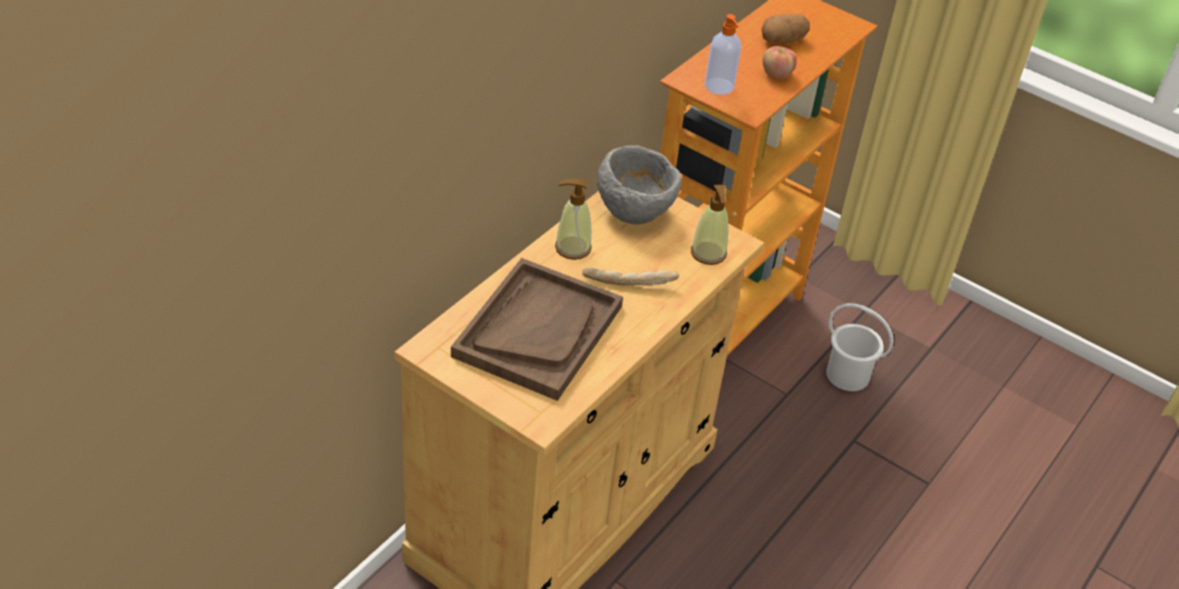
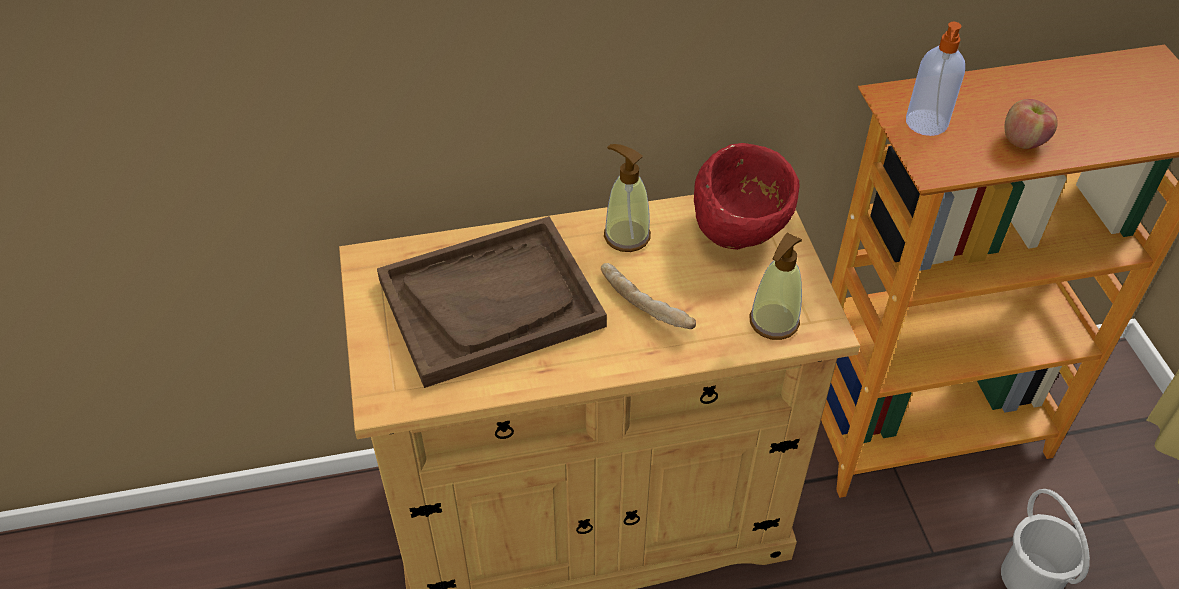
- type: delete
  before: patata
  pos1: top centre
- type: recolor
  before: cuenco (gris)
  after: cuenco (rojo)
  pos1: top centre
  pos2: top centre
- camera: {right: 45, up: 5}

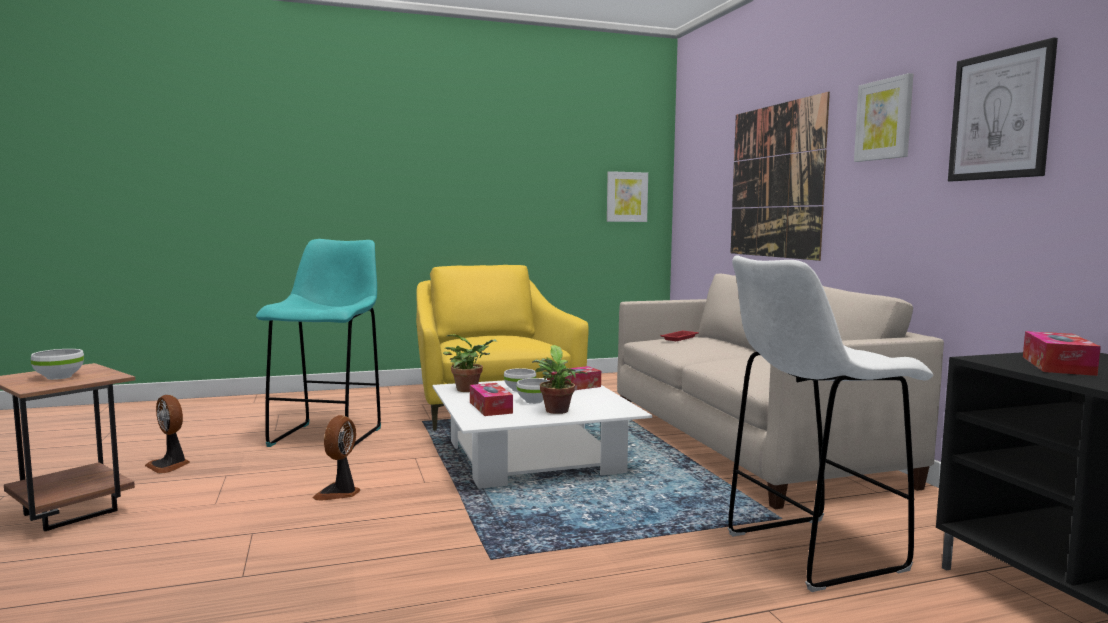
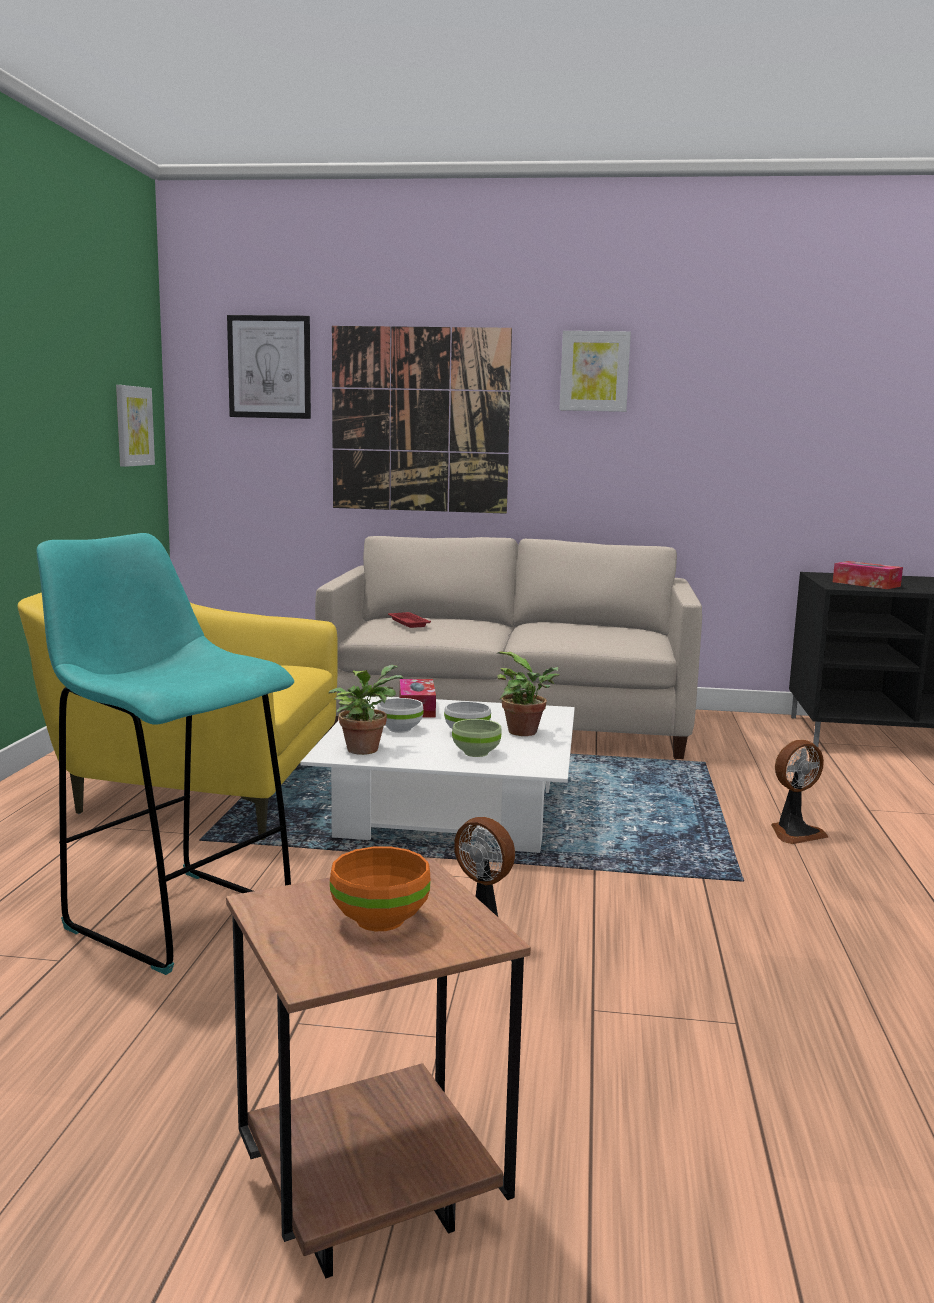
- type: delete
  before: taburete (blanco)
  pos1: bottom right
- type: move
  before: ventilador (1st from left in the first image)
  after: ventilador (2nd from left)
  pos1: bottom left
  pos2: middle right
- type: move
  before: cuadro (4th from left in the first image)
  after: cuadro (2nd from left)
  pos1: top right
  pos2: top left
- type: replace
  before: caja de pañuelos (1st from left)
  after: cuenco (verde)
  pos1: centre
  pos2: centre
- type: recolor
  before: cuenco (blanco) (1st from left)
  after: cuenco (naranja)
  pos1: middle left
  pos2: bottom centre
- camera: {right: -65, up: 5}

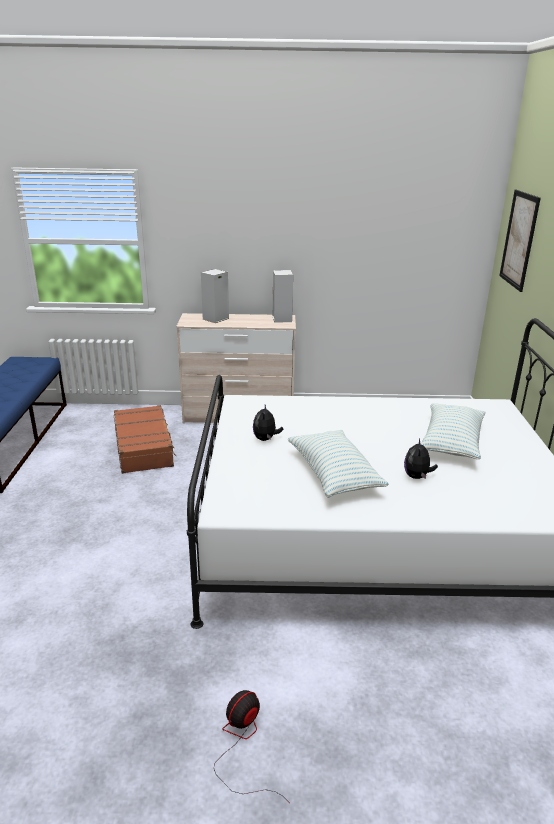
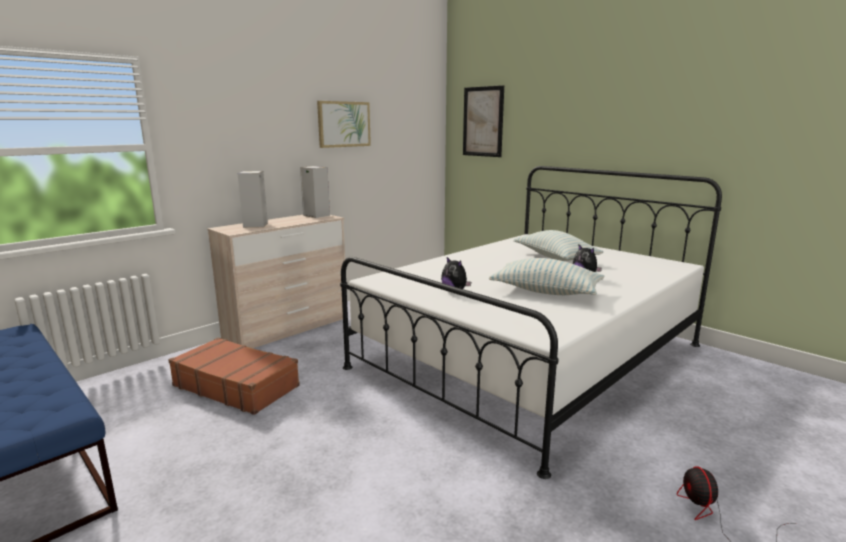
- type: insert
  after: cuadro (1st from left)
  pos2: top centre
- camera: {right: -45, up: -10}

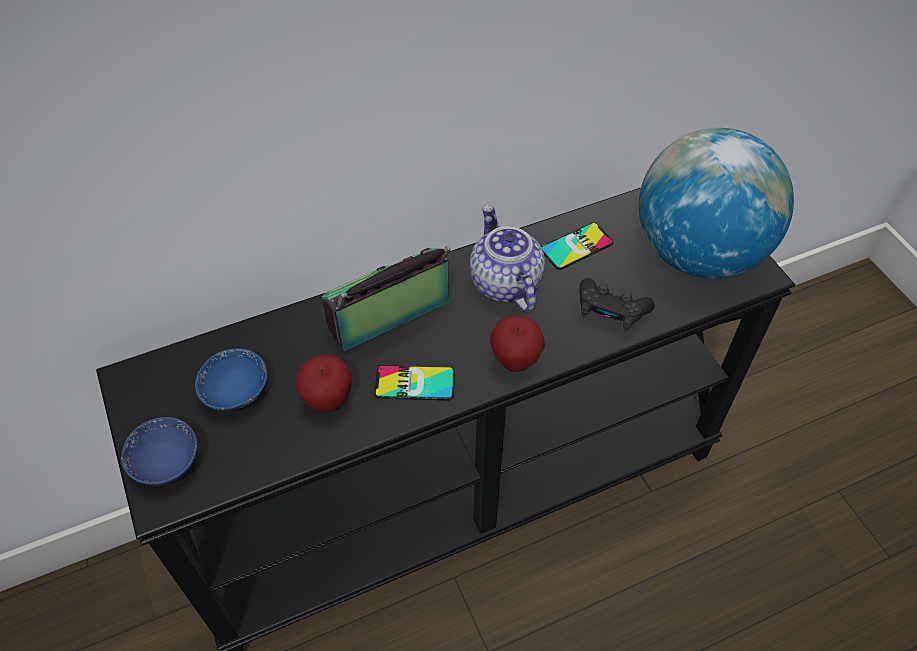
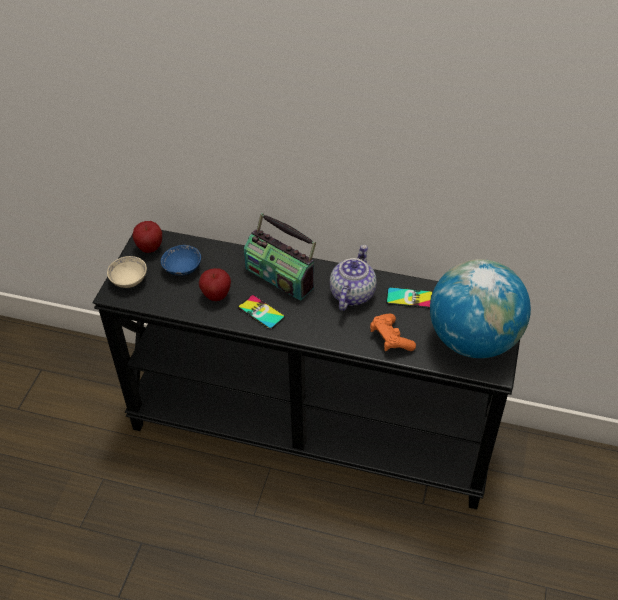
- type: move
  before: manzana (2nd from left in the first image)
  after: manzana (1st from left)
  pos1: centre
  pos2: middle left
- type: recolor
  before: cuenco (azul) (1st from left)
  after: cuenco (beis)
  pos1: bottom left
  pos2: middle left
- type: recolor
  before: mando de consola (negro)
  after: mando de consola (naranja)
  pos1: middle right
  pos2: centre
- type: rotate
  before: radio
  pos1: centre
  pos2: centre
  turn: -150
- camera: {right: 40, up: -5}

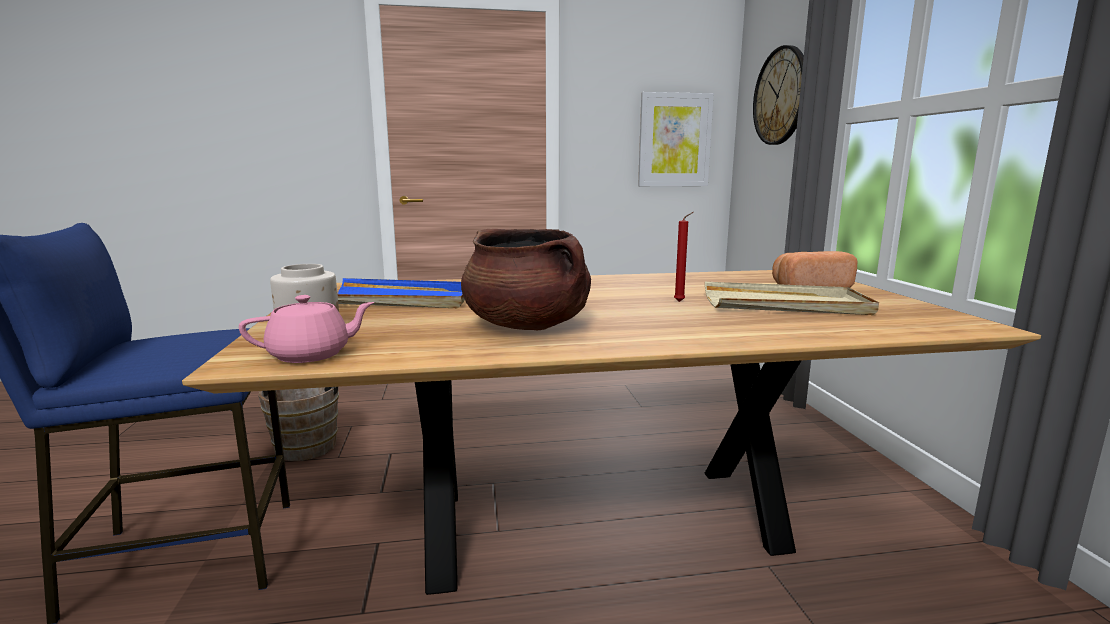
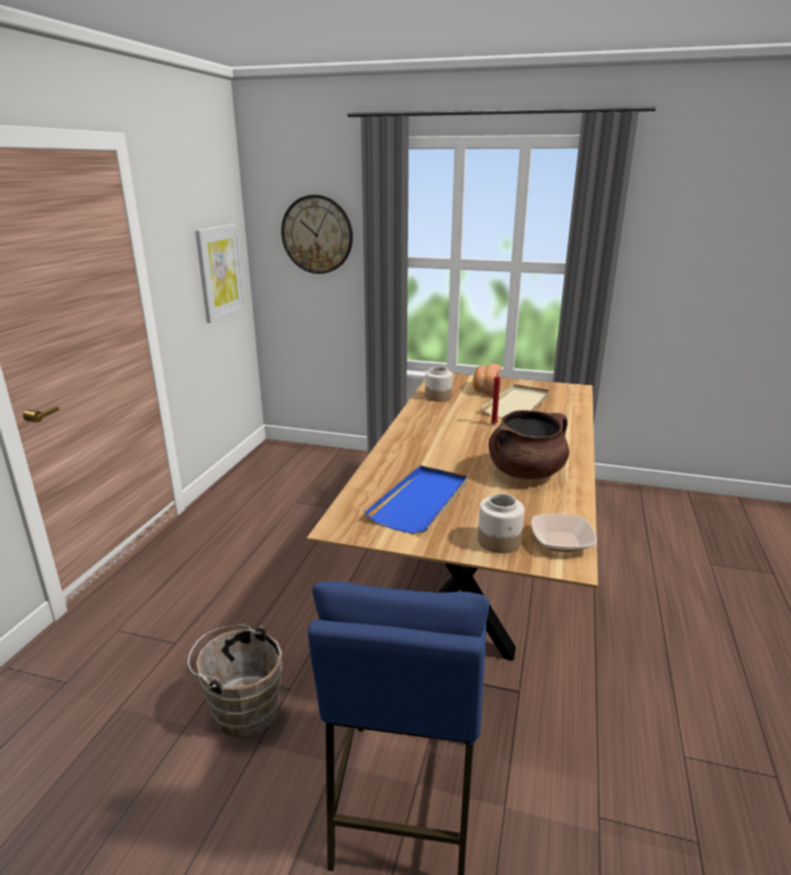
- type: insert
  after: tarro (1st from left)
  pos2: centre
- type: replace
  before: tetera (rosa)
  after: cuenco
  pos1: middle left
  pos2: middle right
- camera: {right: -65, up: 10}

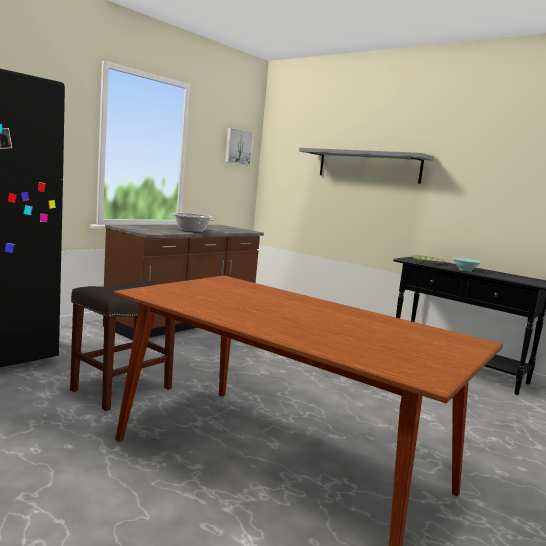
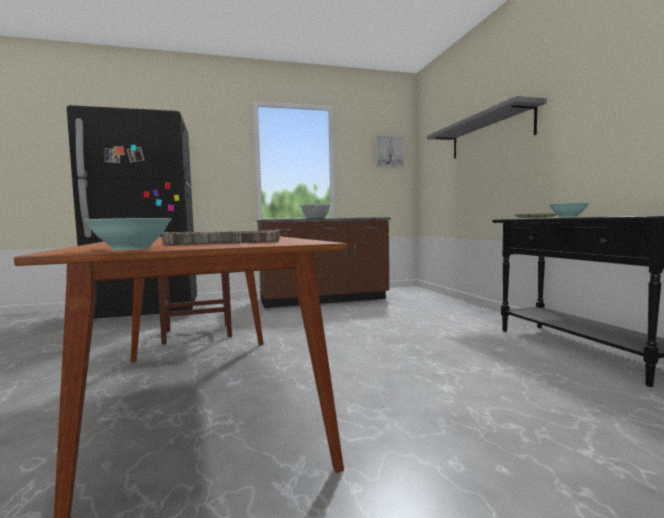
- type: insert
  after: cuenco (turquesa) (1st from left)
  pos2: middle left
- type: insert
  after: bandeja (gris)
  pos2: middle left
- camera: {right: 35, up: -5}

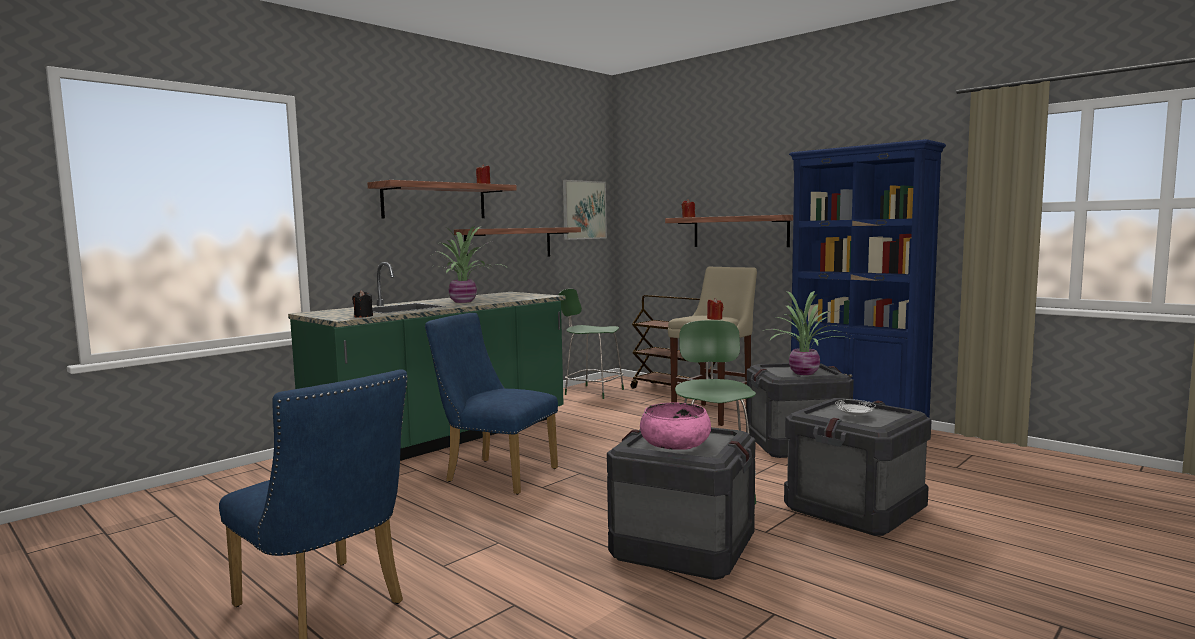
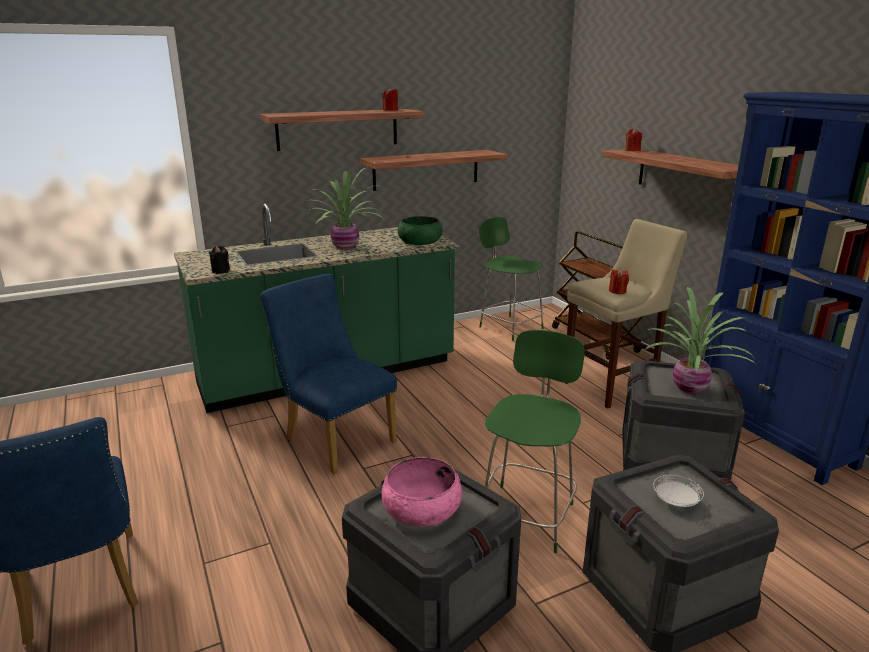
- type: delete
  before: cuadro
  pos1: top centre
- type: insert
  after: cuenco (verde)
  pos2: centre
- camera: {right: 20, up: 15}

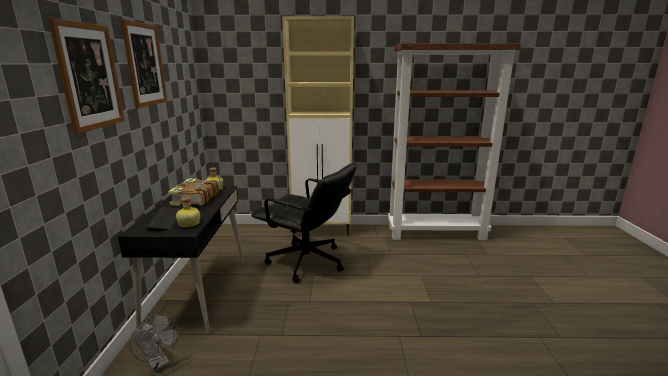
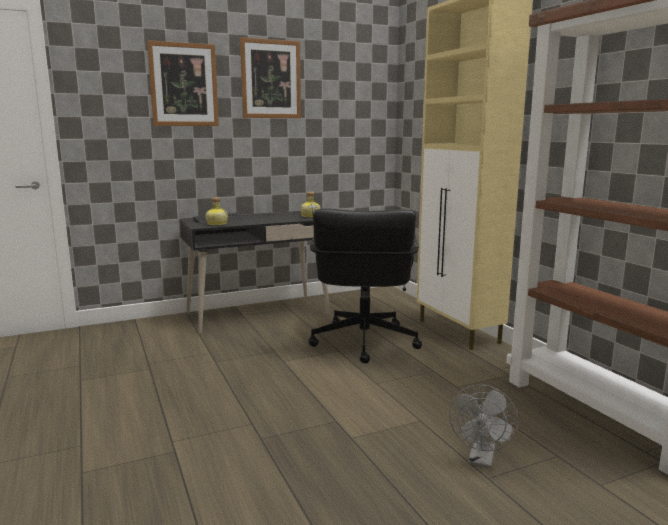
- type: delete
  before: libro
  pos1: middle left
- type: move
  before: ventilador (gris)
  pos1: bottom left
  pos2: bottom right
- camera: {right: 65, up: -5}

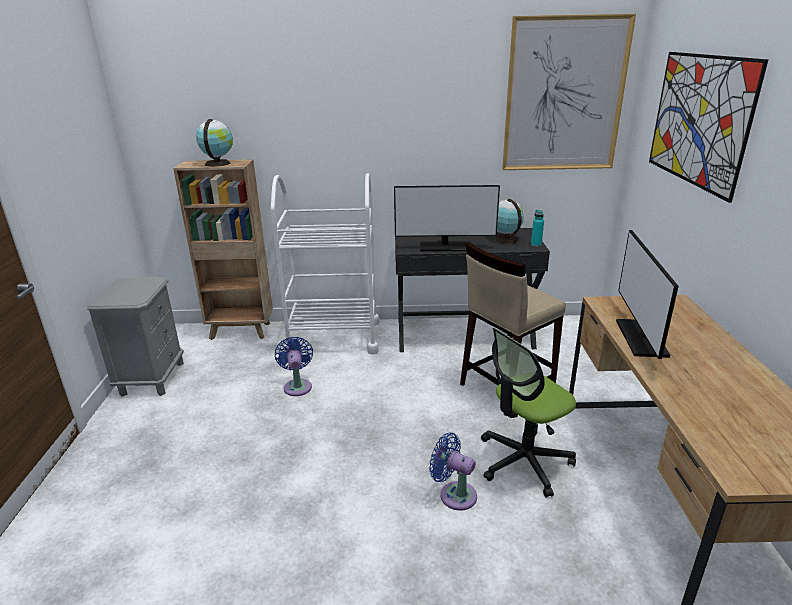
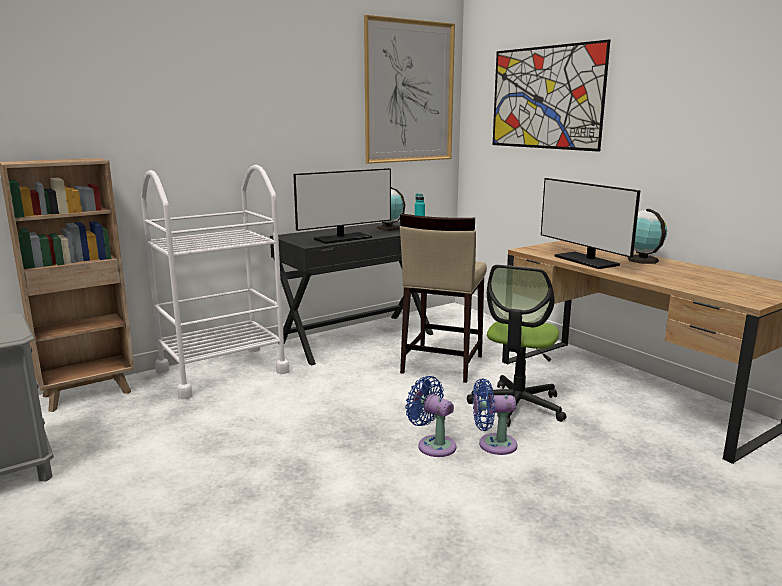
- type: move
  before: globo terráqueo (1st from left in the first image)
  after: globo terráqueo (2nd from left)
  pos1: top left
  pos2: middle right
- type: move
  before: ventilador (azul) (1st from left)
  pos1: centre
  pos2: bottom centre
- camera: {right: -35, up: -10}

